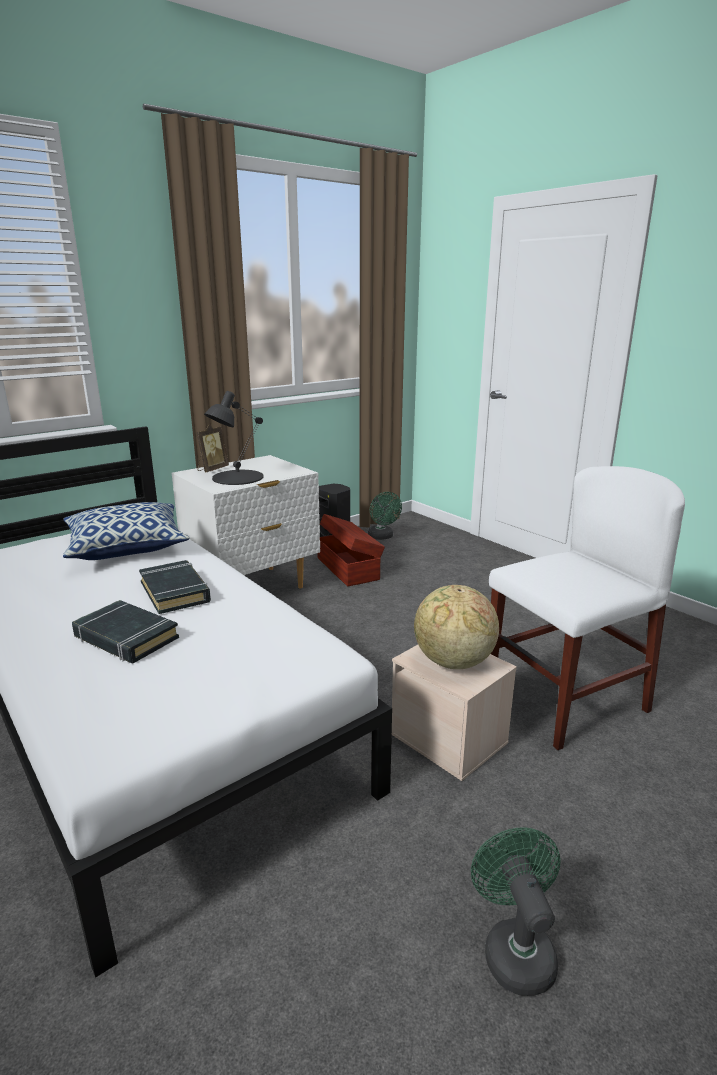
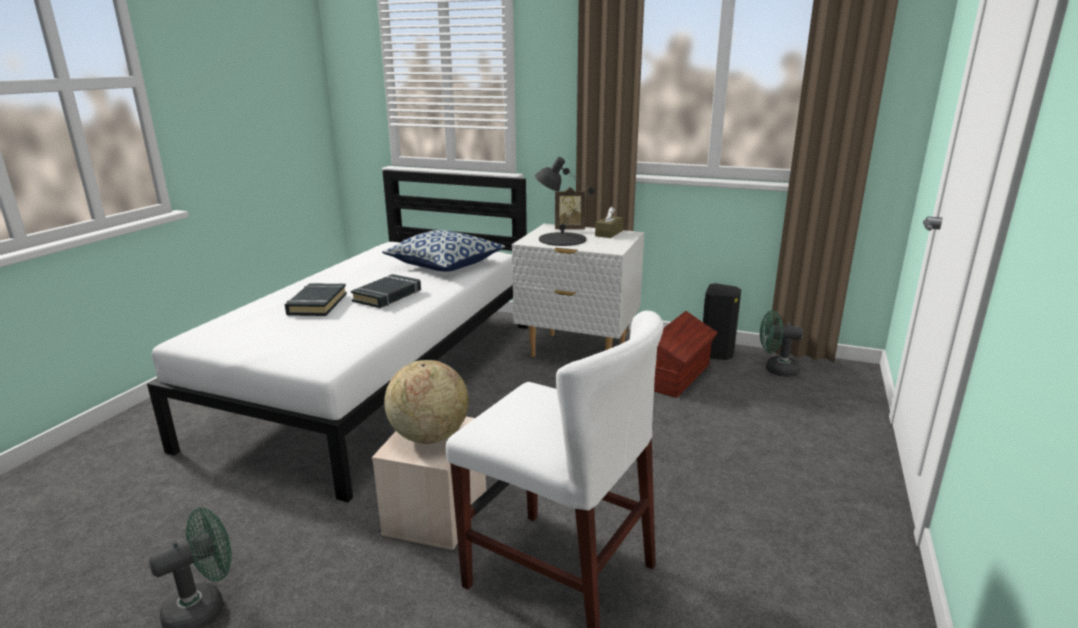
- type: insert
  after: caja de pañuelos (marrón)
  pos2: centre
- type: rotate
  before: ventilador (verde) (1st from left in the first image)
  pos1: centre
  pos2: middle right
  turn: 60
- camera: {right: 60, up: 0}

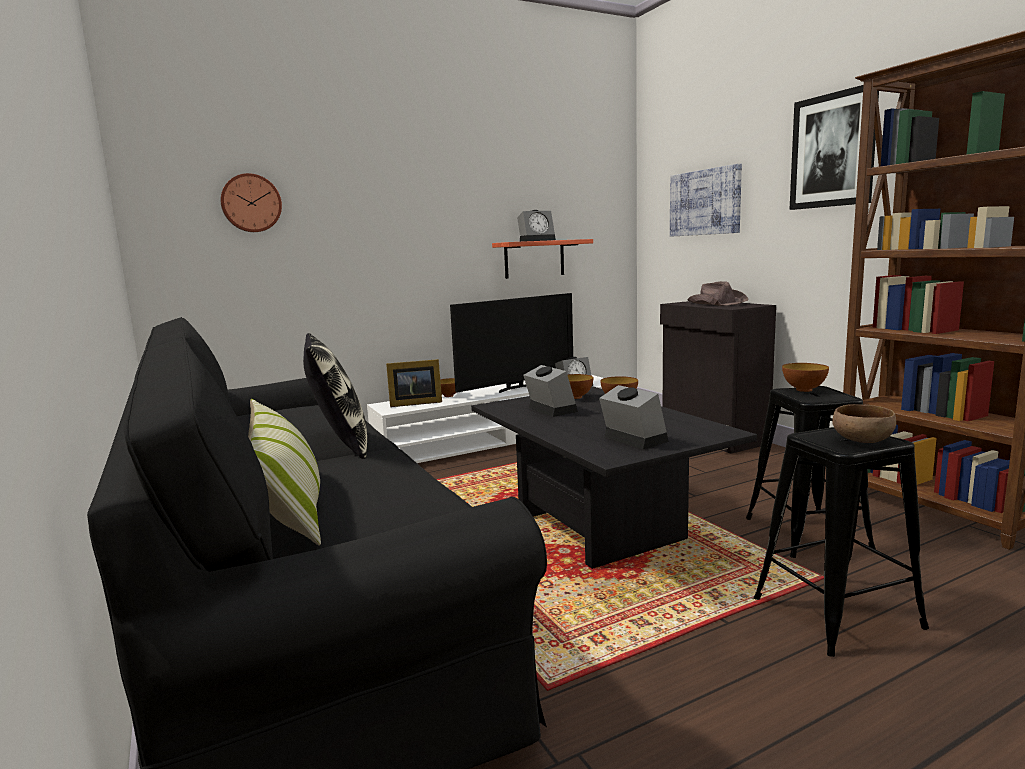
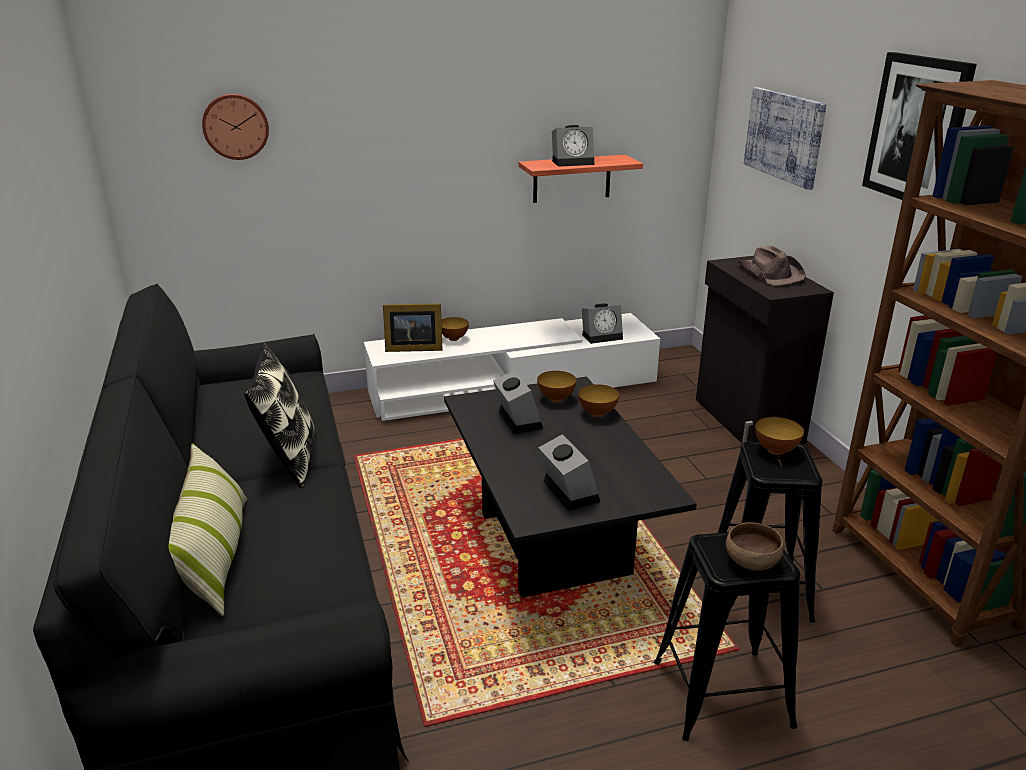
- type: delete
  before: televisor
  pos1: centre
- camera: {right: 10, up: 15}

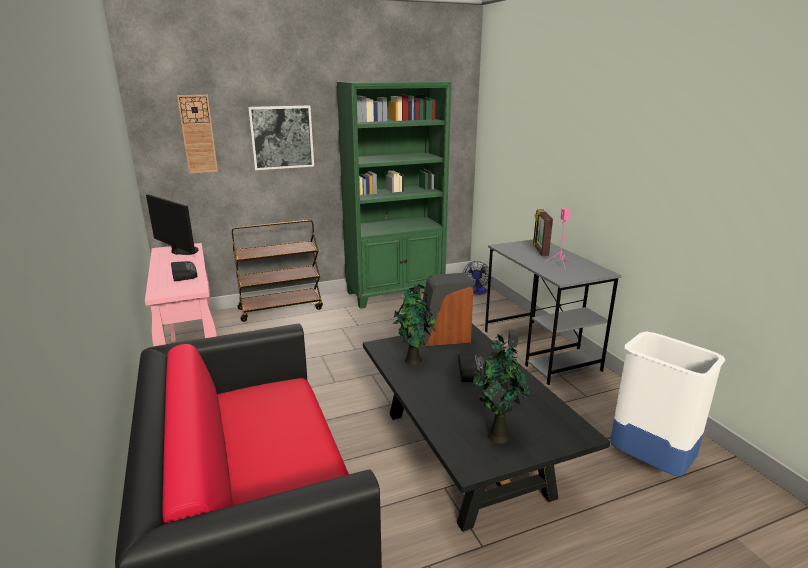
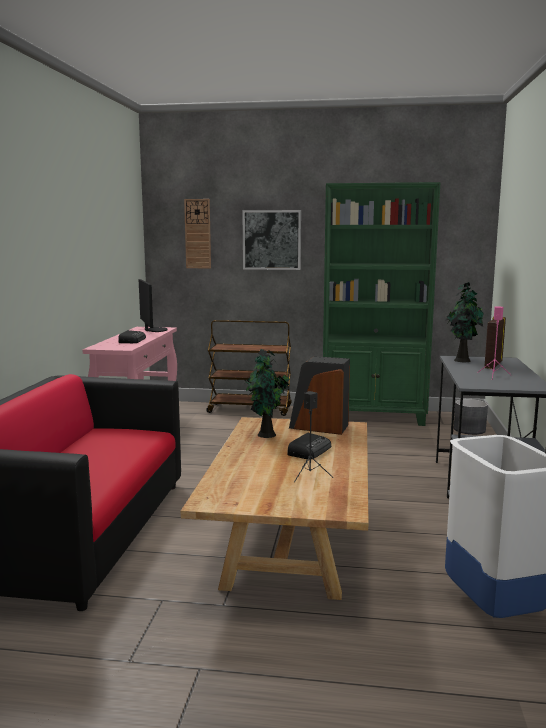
- type: move
  before: planta en maceta (2nd from left)
  pos1: bottom centre
  pos2: middle right
- type: replace
  before: ventilador
  after: maceta (gris)
  pos1: centre
  pos2: middle right
- type: recolor
  before: mesa de centro (negro)
  after: mesa de centro (beis)
  pos1: bottom centre
  pos2: bottom centre
- camera: {right: 30, up: -10}

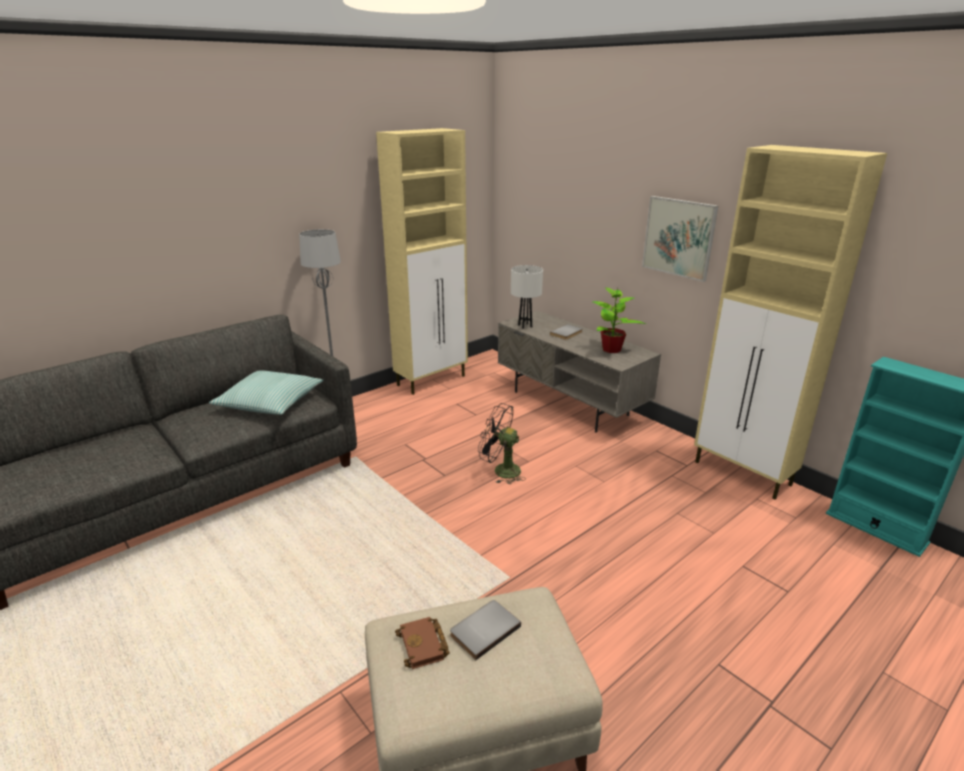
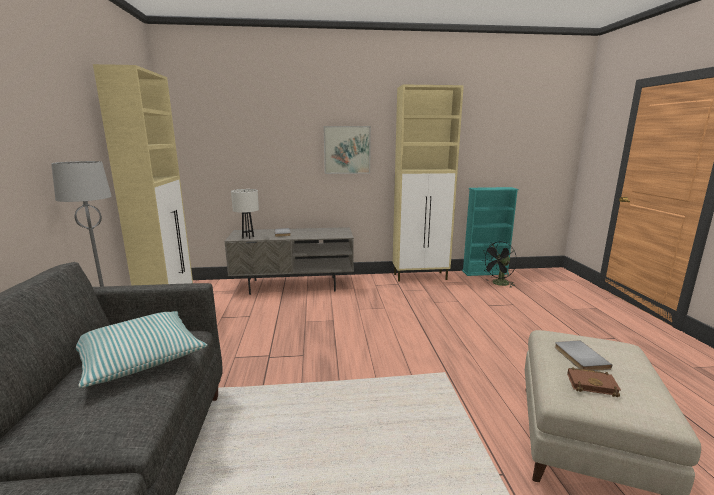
- type: delete
  before: planta en maceta
  pos1: centre
- type: move
  before: ventilador (negro)
  pos1: centre
  pos2: middle right
- camera: {right: -55, up: -10}

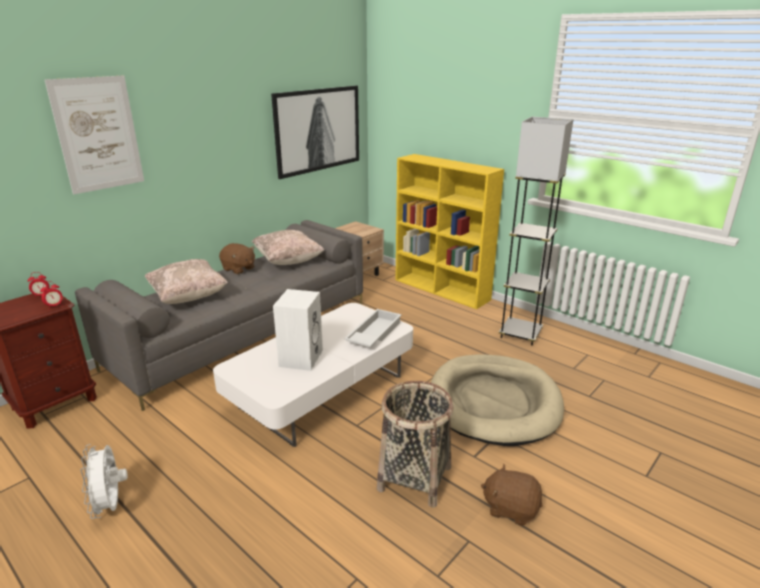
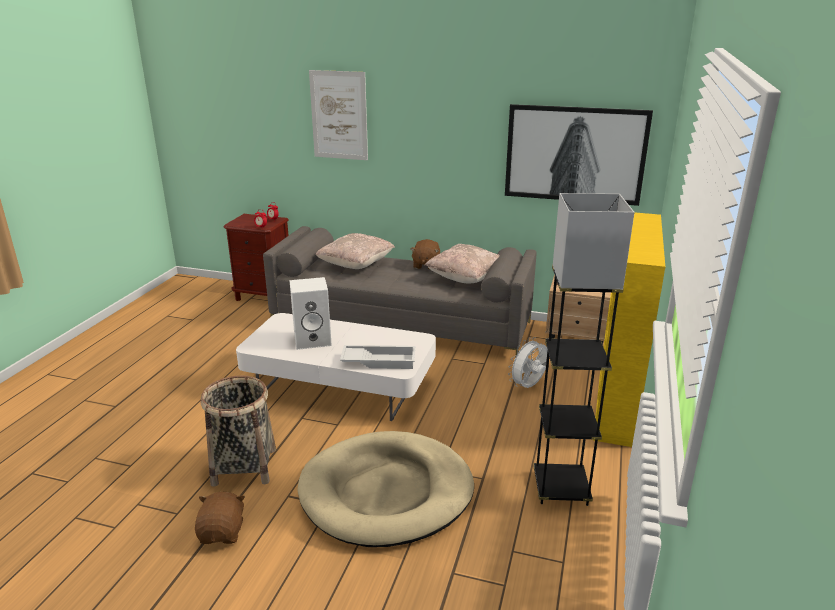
- type: move
  before: ventilador (blanco)
  pos1: bottom left
  pos2: centre
- camera: {right: 65, up: 0}

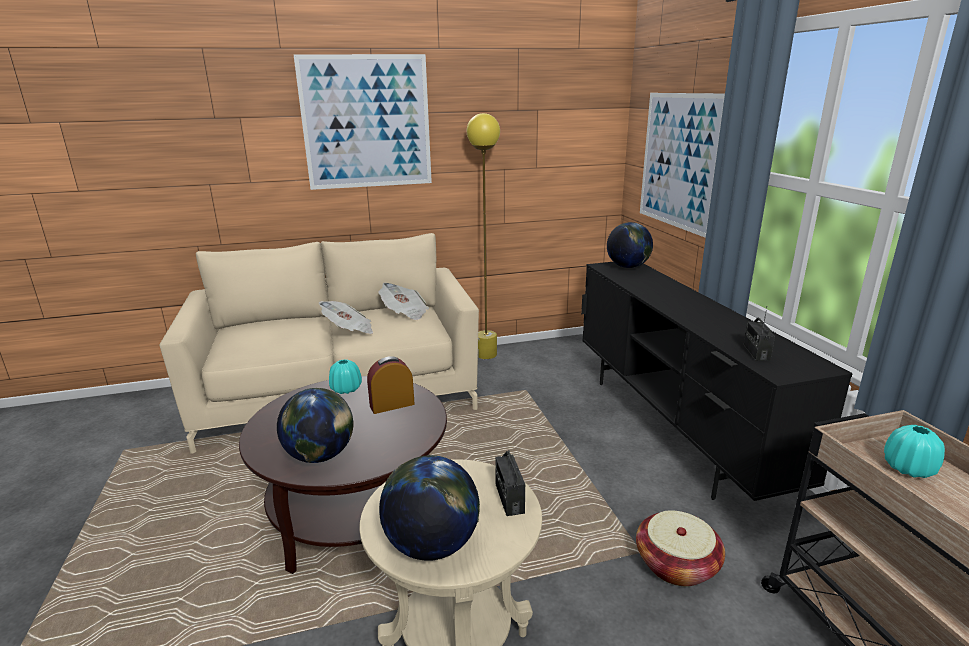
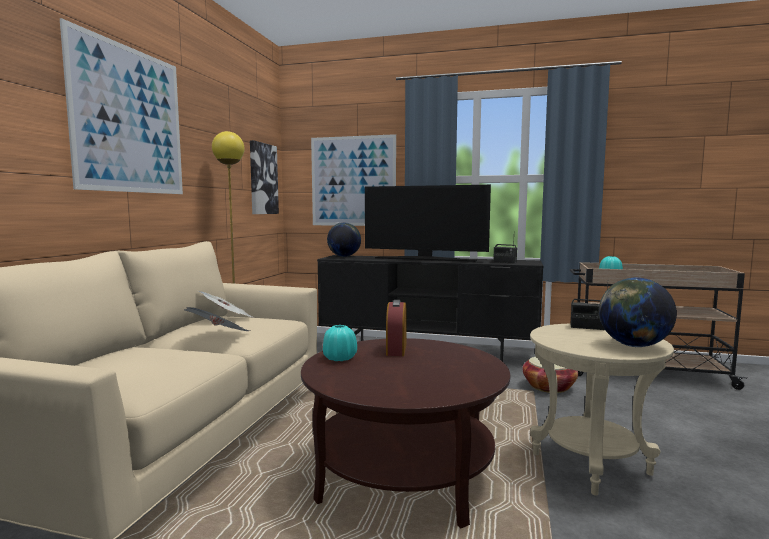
- type: delete
  before: globo terráqueo (1st from left)
  pos1: middle left
- type: insert
  after: cuadro (2nd from left)
  pos2: top centre
- type: insert
  after: televisor
  pos2: centre
- camera: {right: -60, up: -15}

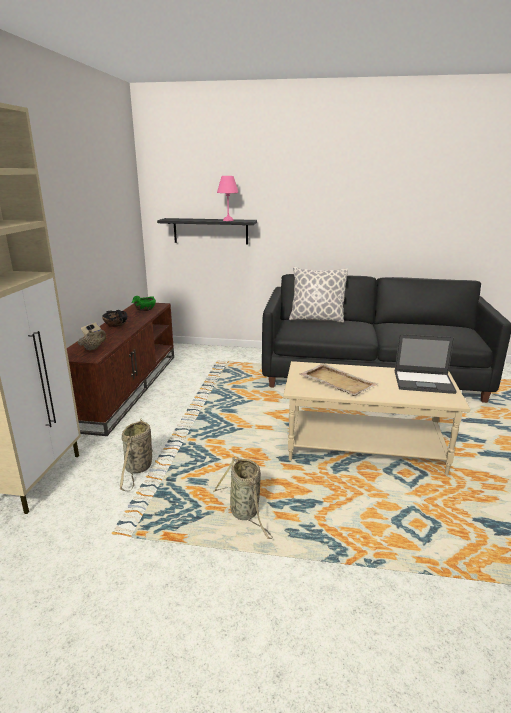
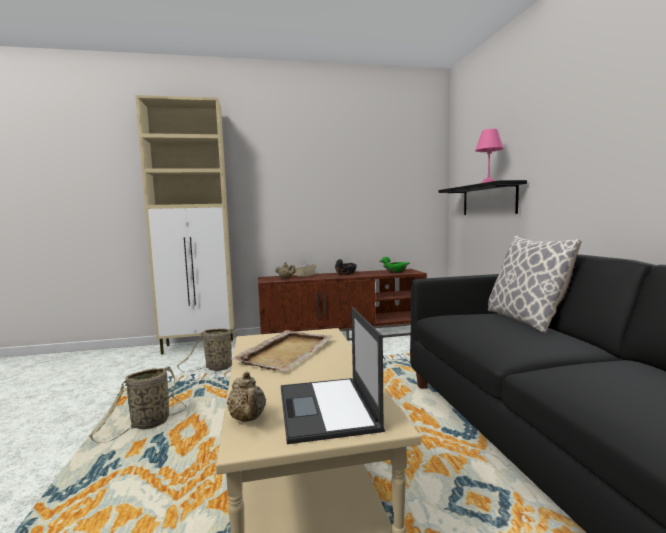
- type: insert
  after: tetera (beis) (1st from left)
  pos2: bottom centre
- camera: {right: 70, up: -15}

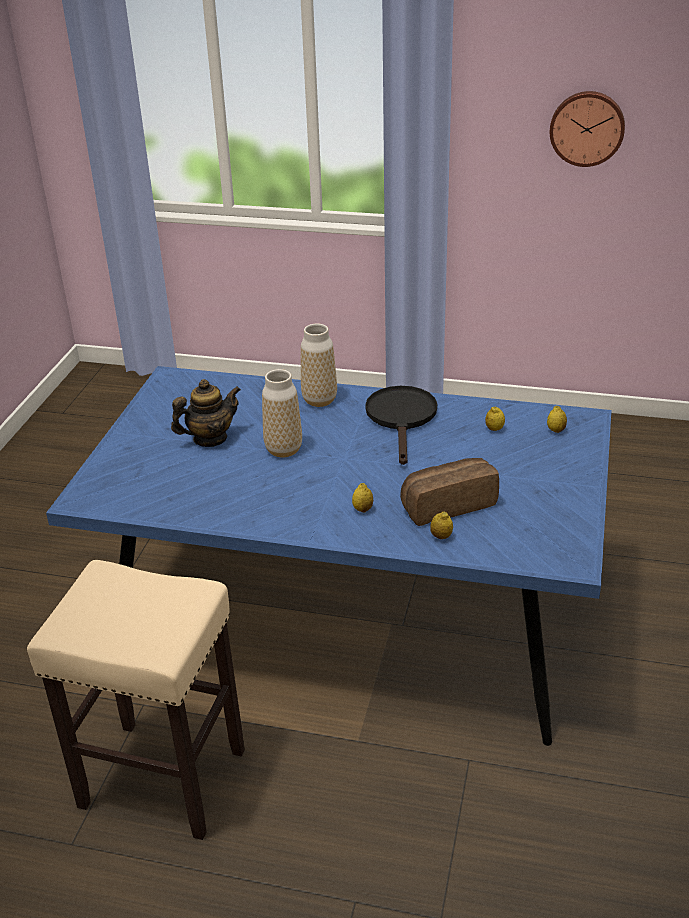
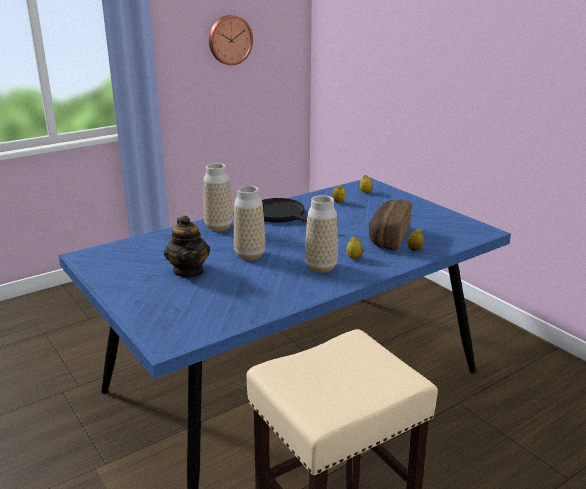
- type: insert
  after: florero (3rd from left)
  pos2: centre
- type: rotate
  before: tetera
  pos1: middle left
  pos2: middle left
  turn: 150
- camera: {right: -50, up: -10}

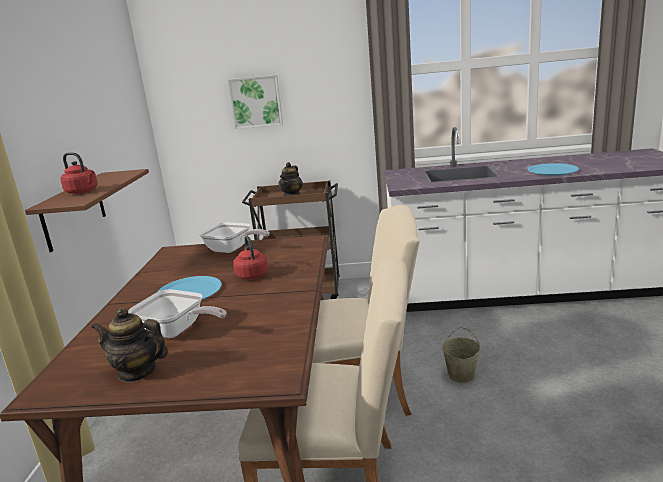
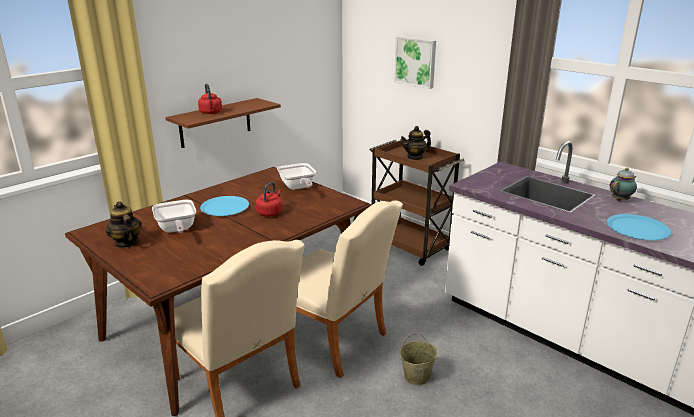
- type: insert
  after: tetera (3rd from left)
  pos2: middle right
- camera: {right: 40, up: 5}

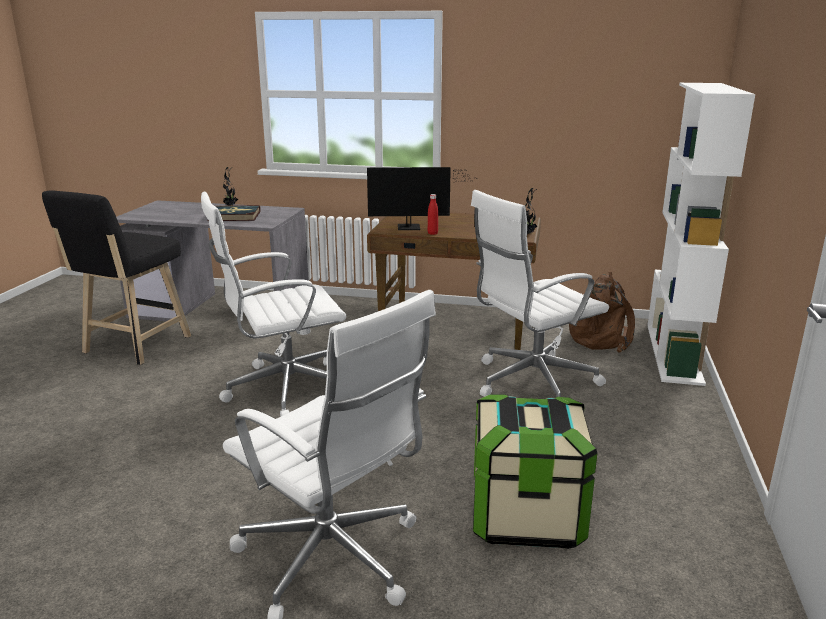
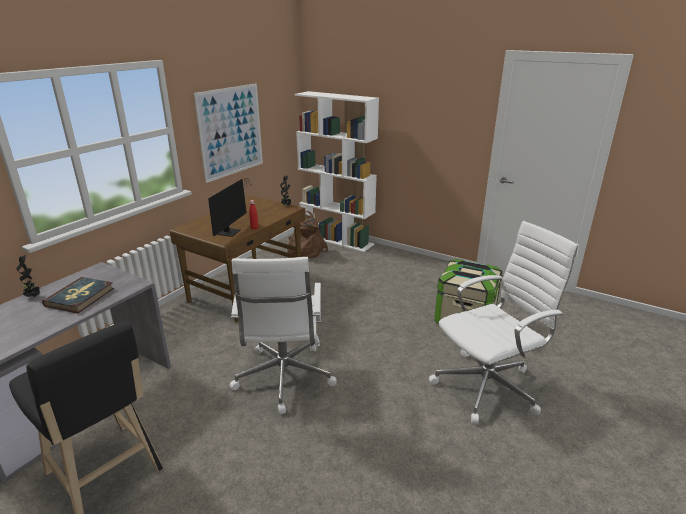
- type: delete
  before: silla de oficina (blanco) (3rd from left)
  pos1: centre
- type: insert
  after: cuadro
  pos2: top left
- camera: {right: -70, up: 5}

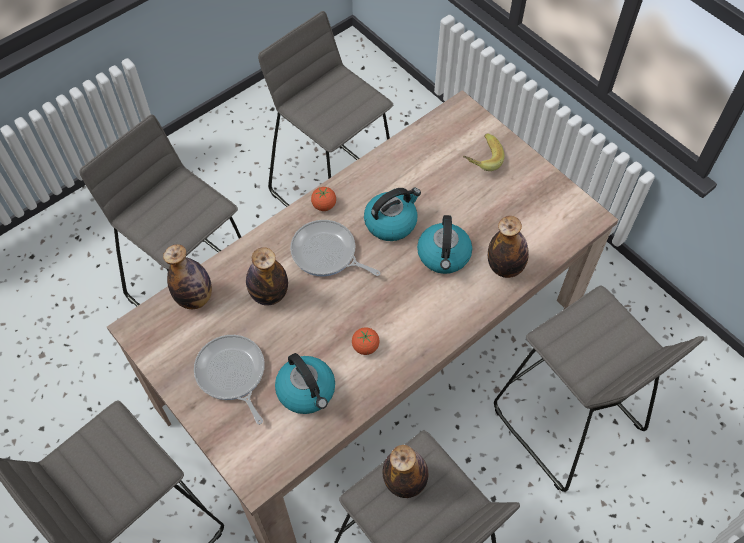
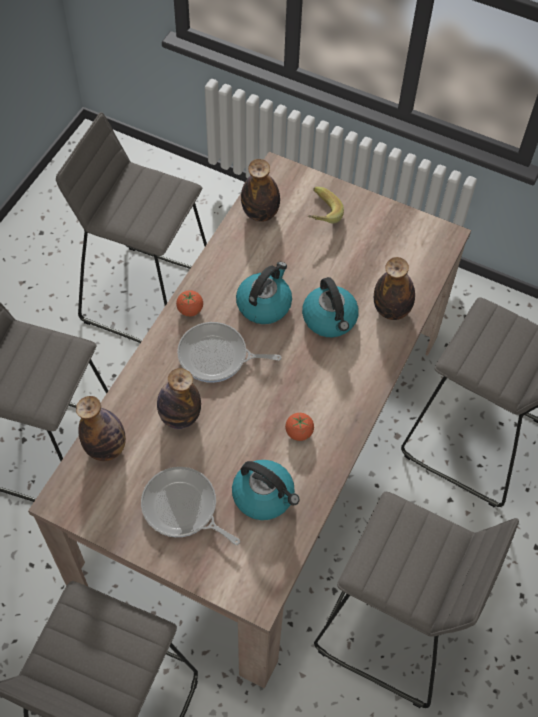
- type: move
  before: botella (3rd from left)
  pos1: bottom centre
  pos2: top centre
- camera: {right: -25, up: 0}

